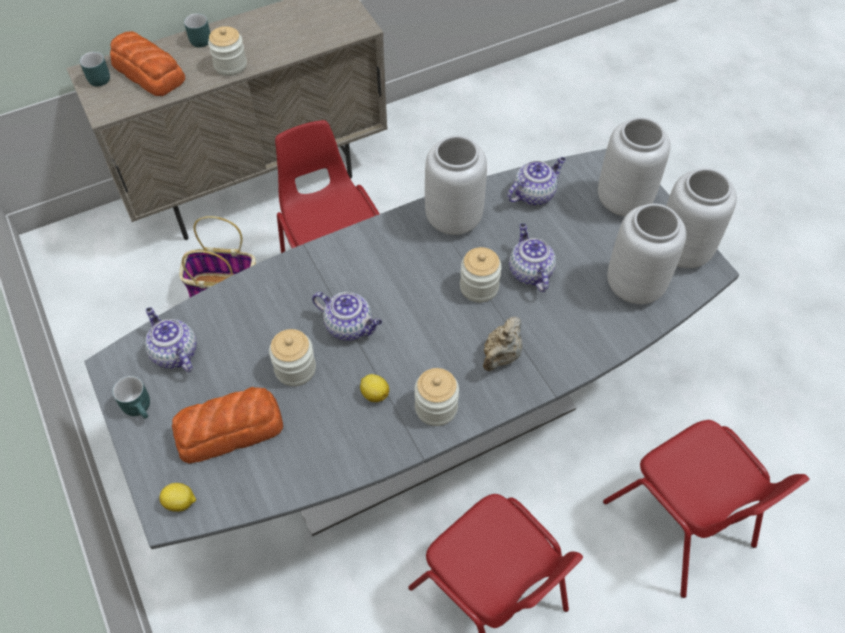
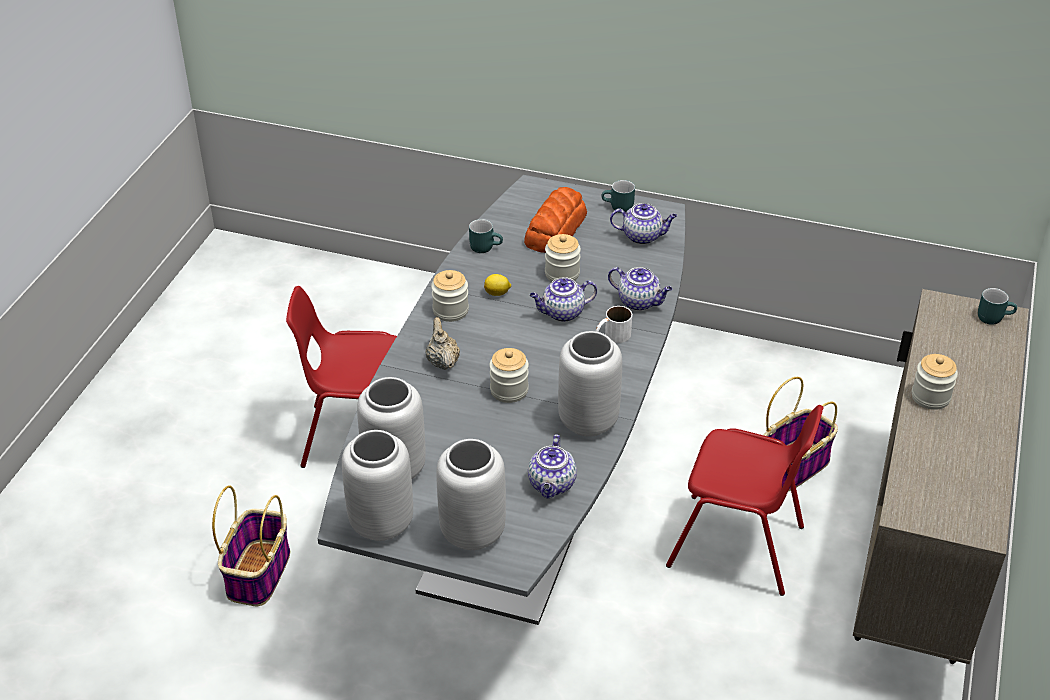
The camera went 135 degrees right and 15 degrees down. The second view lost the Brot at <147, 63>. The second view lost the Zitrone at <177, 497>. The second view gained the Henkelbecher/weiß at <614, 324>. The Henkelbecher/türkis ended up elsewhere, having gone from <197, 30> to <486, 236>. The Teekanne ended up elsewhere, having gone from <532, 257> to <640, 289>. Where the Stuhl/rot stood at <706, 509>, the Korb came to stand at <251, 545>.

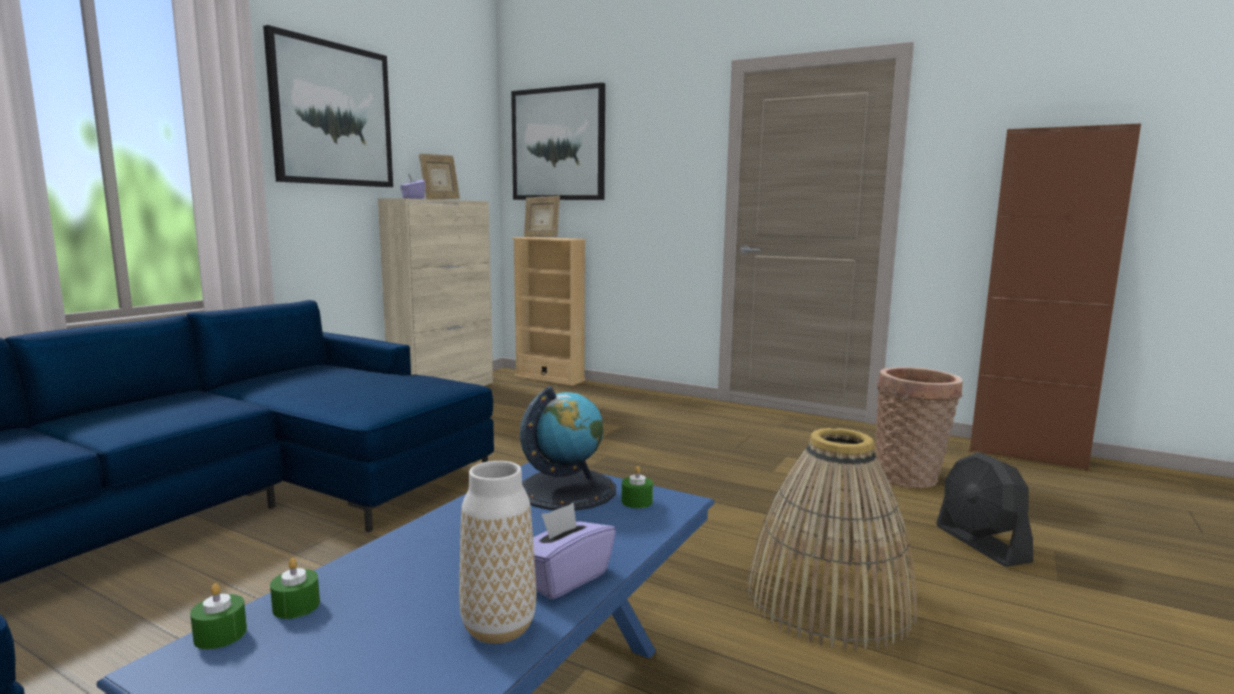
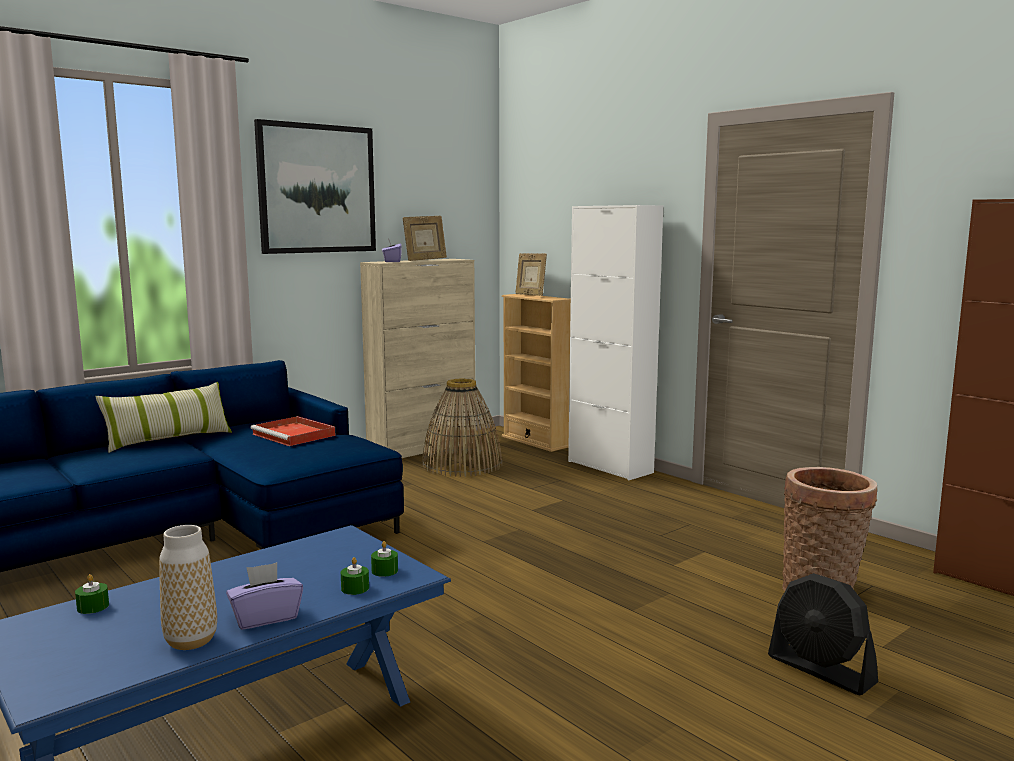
The camera went 20 degrees right and 0 degrees up. The second view lost the Bild at <558, 141>. The second view lost the Globus at <568, 448>. The second view gained the Kissen at <163, 417>. The second view gained the Tablett/rot at <292, 431>. The second view gained the Schrank/weiß at <615, 342>. The Kerze/grün ended up elsewhere, having gone from <218, 616> to <355, 576>. The Korb ended up elsewhere, having gone from <832, 539> to <462, 427>. The Ventilator/schwarz at <984, 509> ended up facing another way, 45 degrees counterclockwise from before.

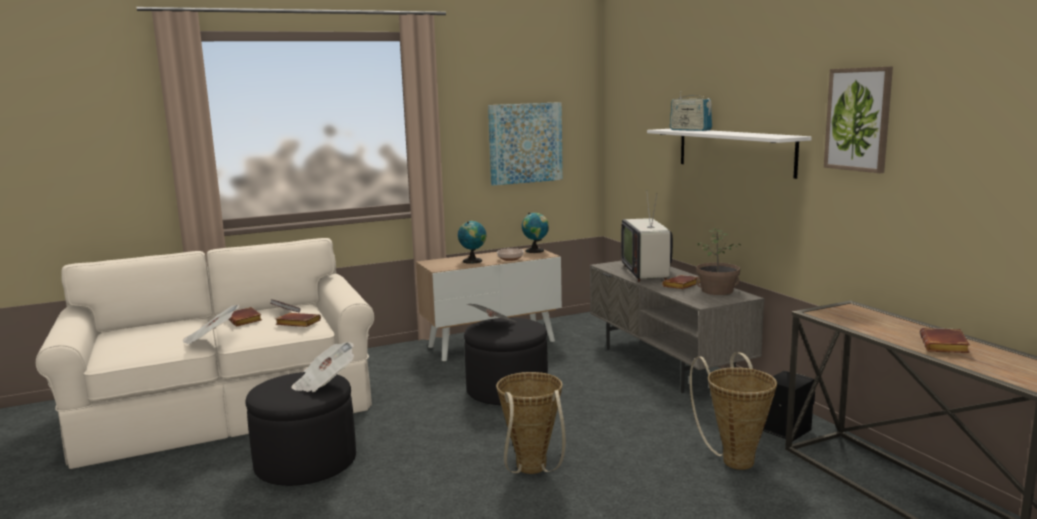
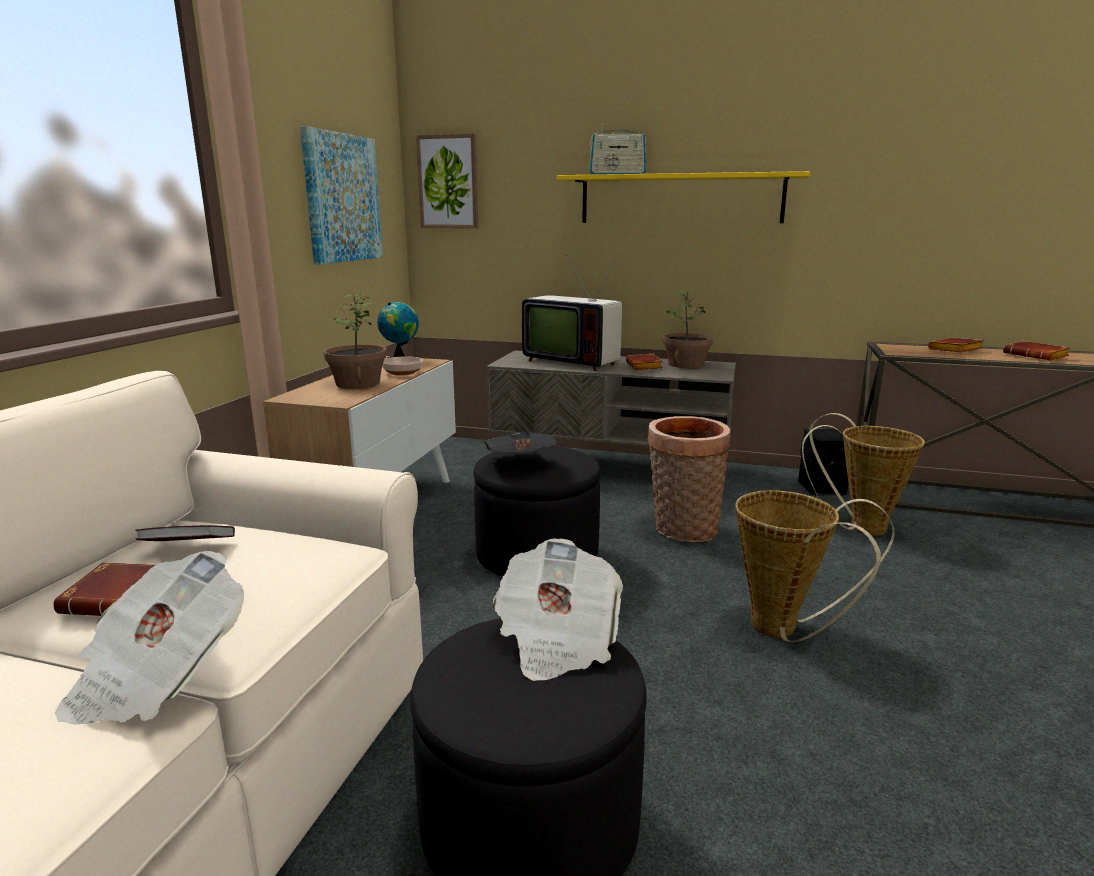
The camera went 50 degrees left and 5 degrees up. The second view gained the Korb at <689, 479>. The Buch/braun ended up elsewhere, having gone from <298, 320> to <956, 345>. The Bild ended up elsewhere, having gone from <858, 120> to <447, 181>. Where the Globus stood at <472, 242>, the Topfpflanze came to stand at <355, 341>. What was the Wandregal/weiß at <729, 154> turned into the Wandregal/gelb at <683, 197>.

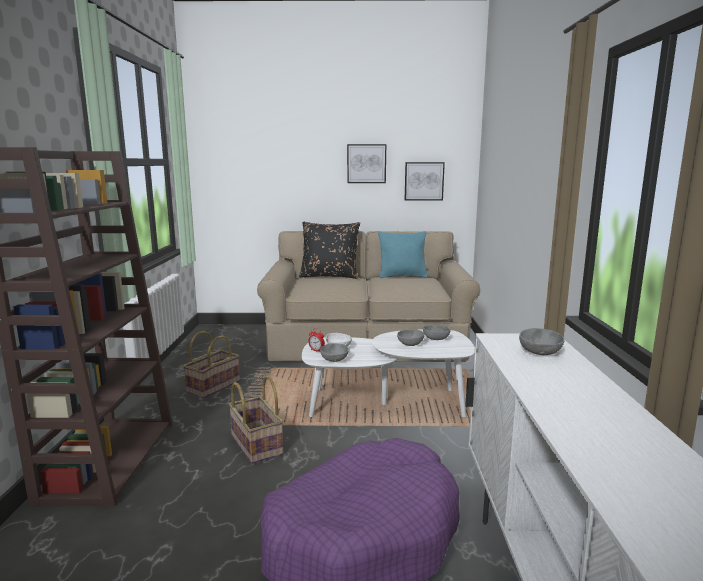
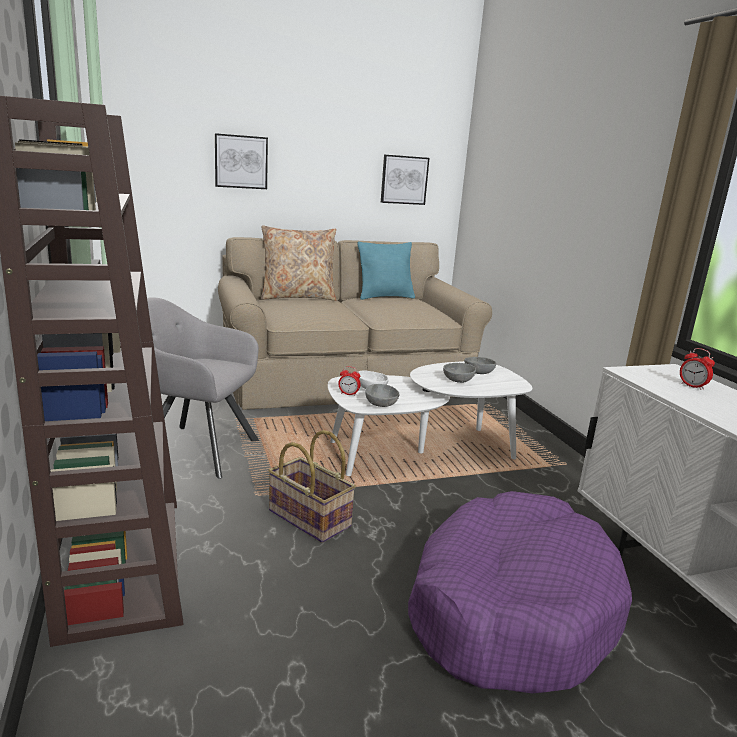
The camera went 20 degrees left and 5 degrees up. The Bild ended up elsewhere, having gone from <366, 163> to <241, 161>. Where the Korb stood at <211, 365>, the Sessel/grau came to stand at <203, 388>. Where the Schüssel/grau stood at <541, 341>, the Wecker came to stand at <697, 369>. What was the Kissen/schwarz at <329, 250> turned into the Kissen/beige at <298, 263>.

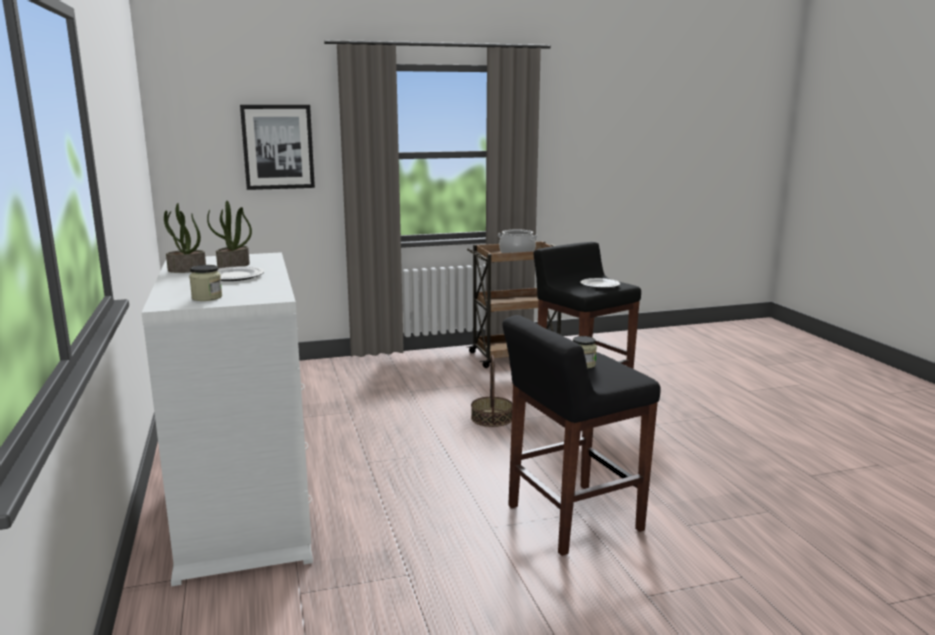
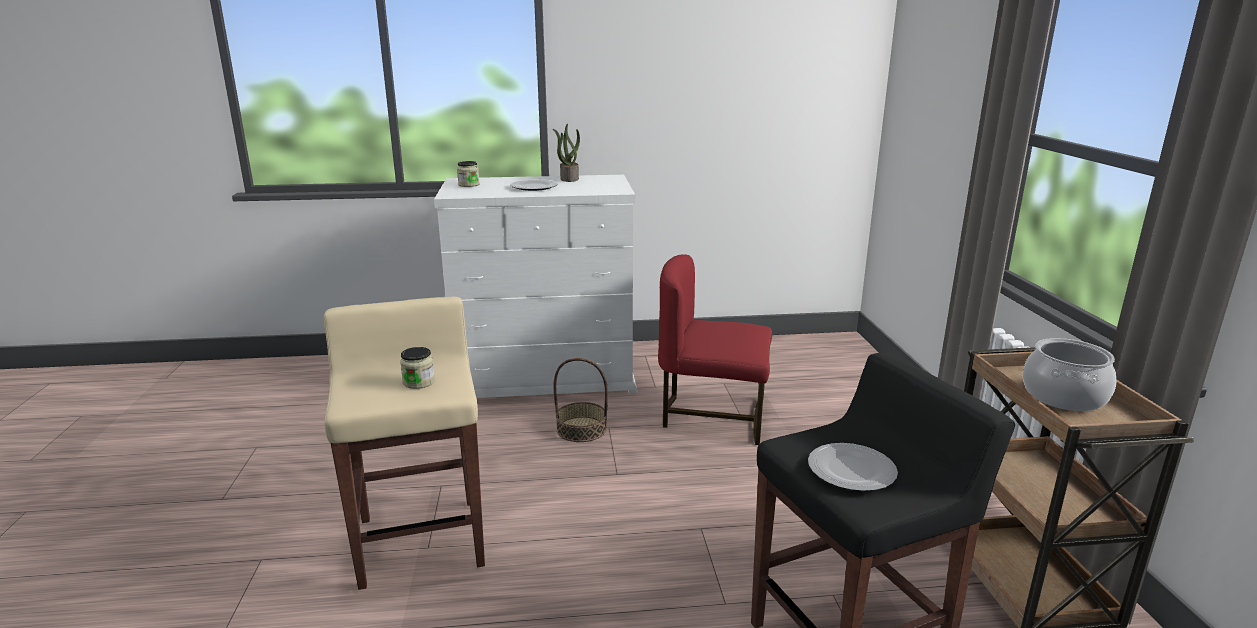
The camera went 100 degrees right and 5 degrees up. The second view lost the Topfpflanze at <229, 235>. The second view lost the Bild at <277, 147>. The second view gained the Stuhl/rot at <715, 349>. The Korb ended up elsewhere, having gone from <491, 391> to <581, 400>. What was the Hocker/schwarz at <581, 435> turned into the Hocker/beige at <404, 443>.

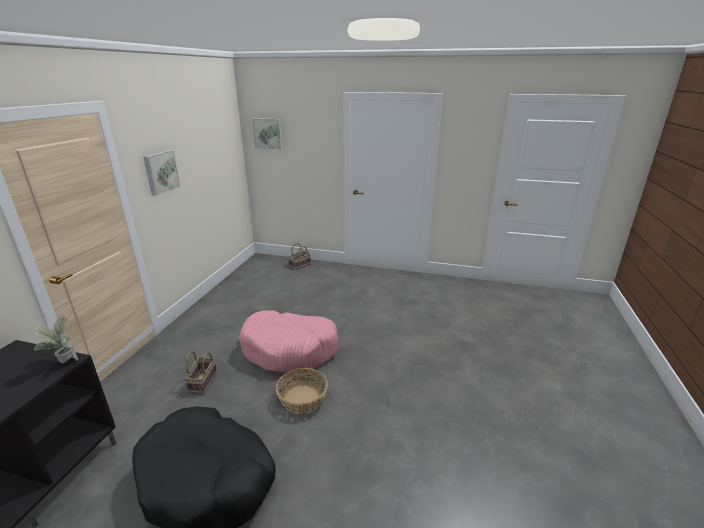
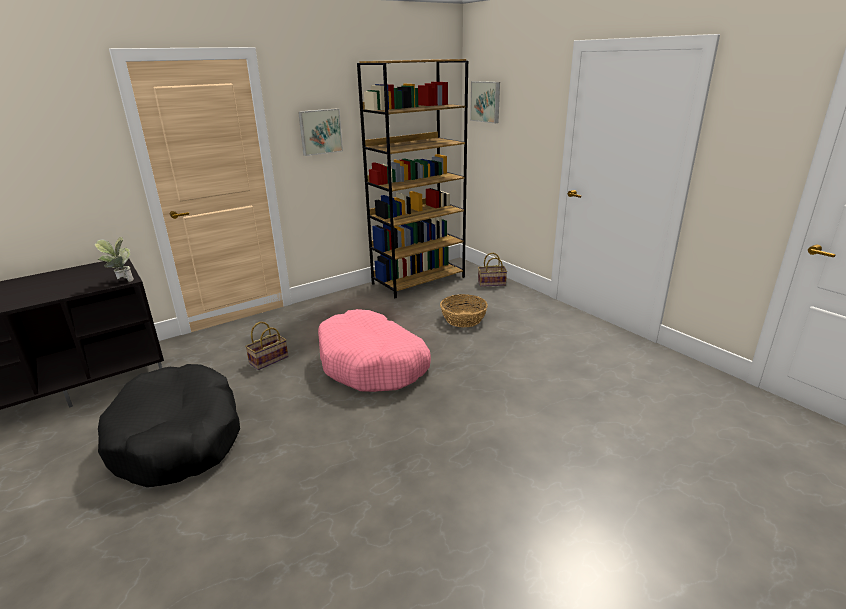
The camera went 40 degrees right and 0 degrees up. The second view gained the Bücherregal/braun at <412, 178>. The Korb ended up elsewhere, having gone from <302, 391> to <464, 310>.

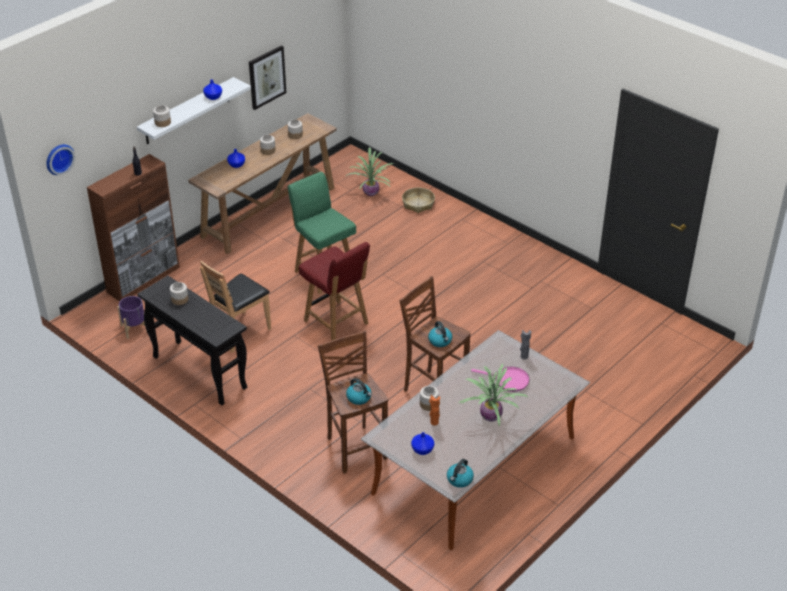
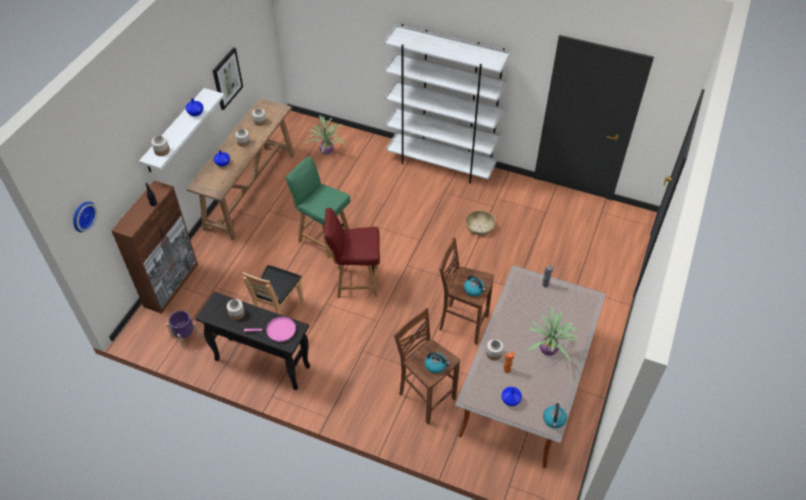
The camera went 20 degrees left and 10 degrees up. The second view gained the Bücherregal/weiß at <447, 104>. The Korb ended up elsewhere, having gone from <418, 200> to <481, 223>. The Pfanne/rosa ended up elsewhere, having gone from <500, 379> to <270, 329>. The Stuhl/rot at <334, 291> ended up facing another way, 150 degrees clockwise from before.

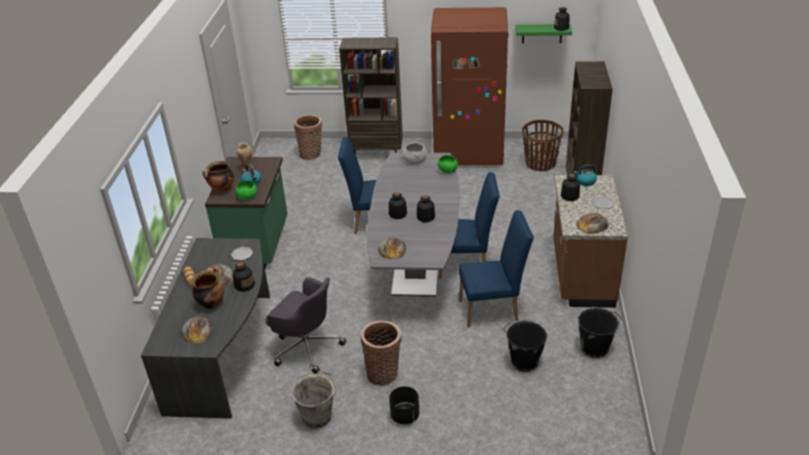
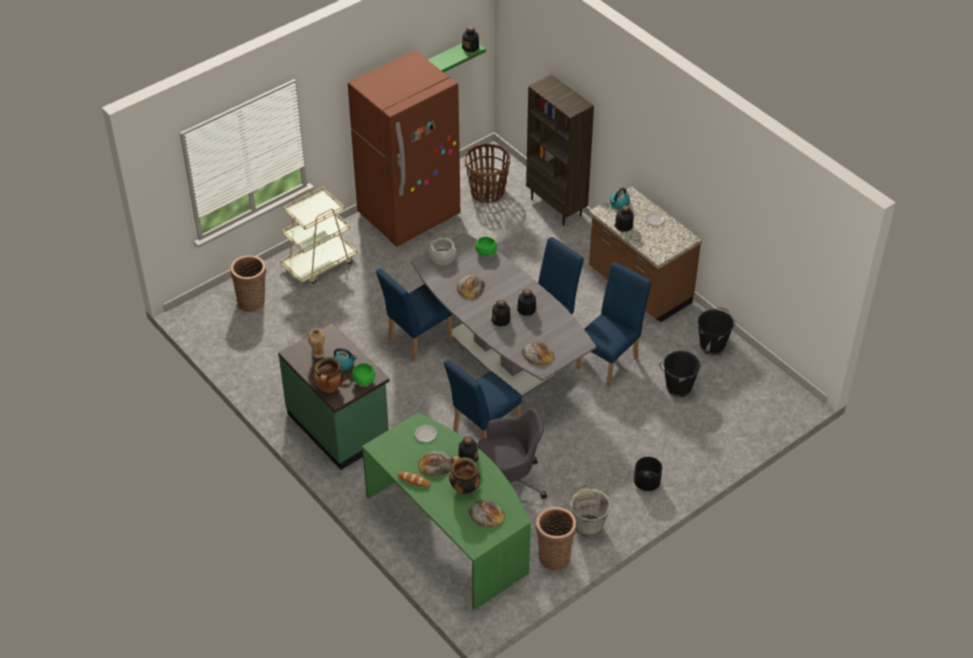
The camera went 45 degrees left and 10 degrees up. The second view gained the Stuhl/blau at <483, 399>. The Korb ended up elsewhere, having gone from <381, 353> to <556, 539>. The Brot ended up elsewhere, having gone from <592, 223> to <471, 287>. Where the Bücherregal/braun stood at <371, 95>, the Rollwagen/beige came to stand at <319, 235>. What was the Schreibtisch/grau at <205, 328> turned into the Schreibtisch/grün at <446, 511>.

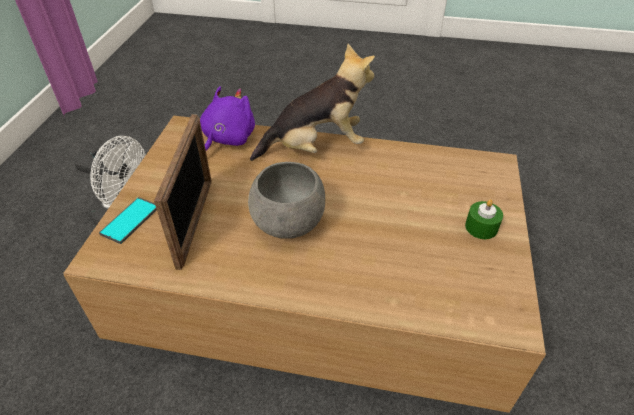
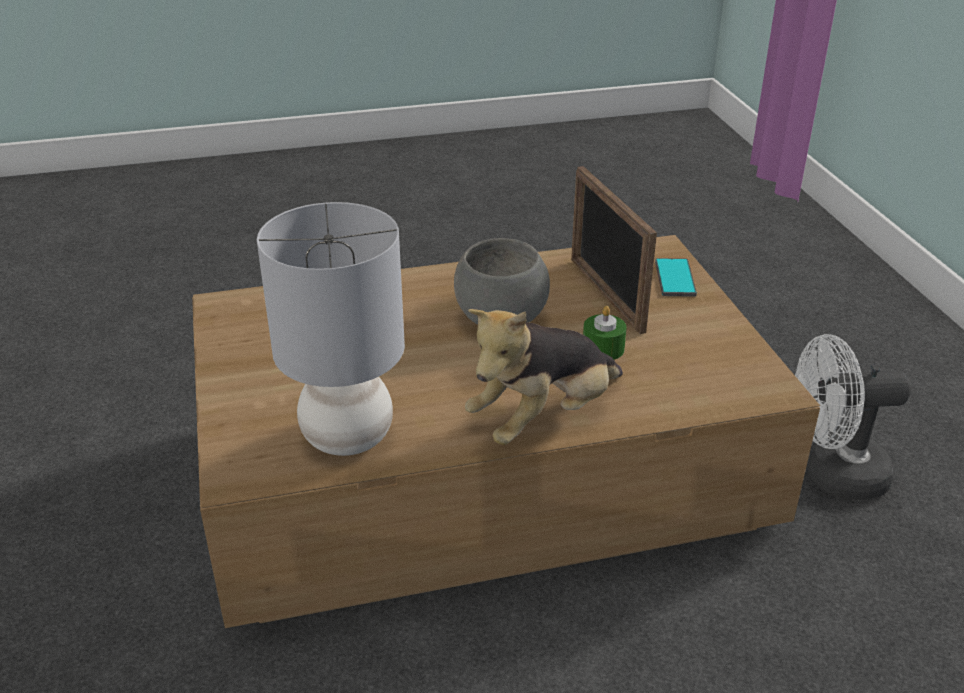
The camera went 155 degrees right and 10 degrees down. The second view lost the Plüschtier/lila at <227, 118>. The second view gained the Tischlampe/grau at <331, 329>. The Kerze/grün ended up elsewhere, having gone from <484, 219> to <605, 333>.

